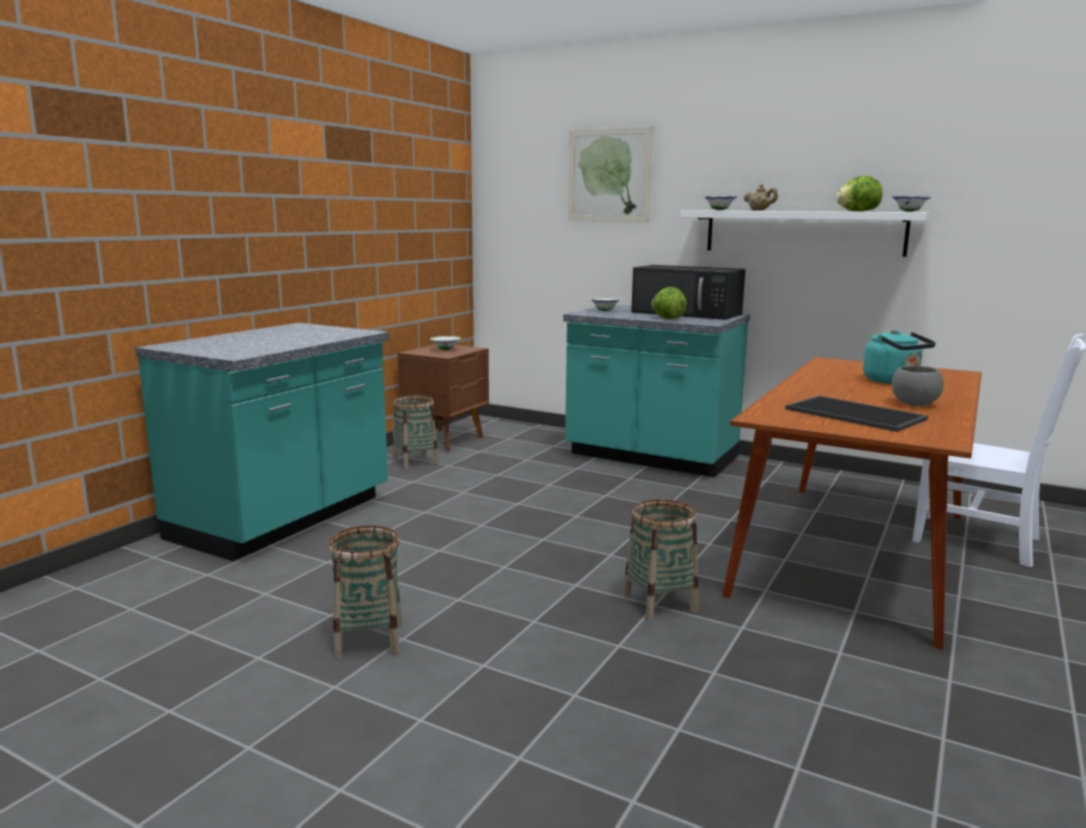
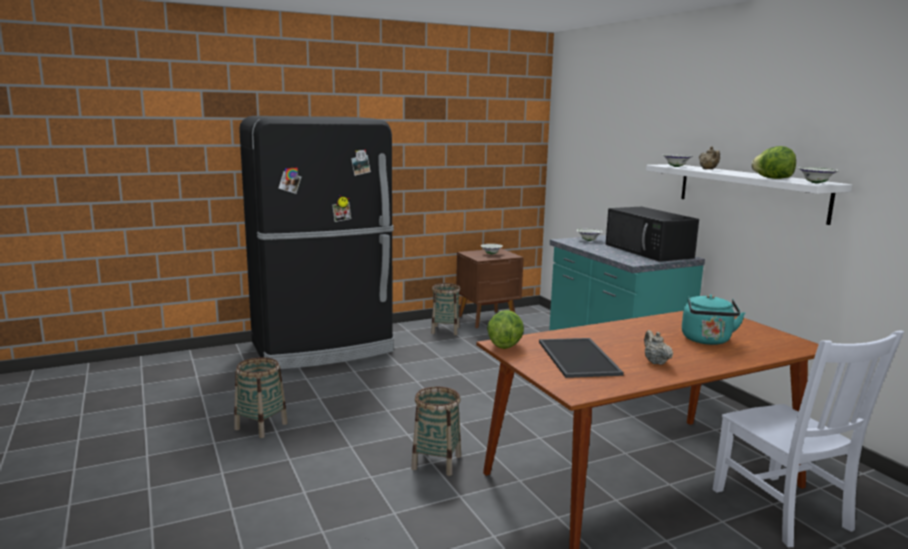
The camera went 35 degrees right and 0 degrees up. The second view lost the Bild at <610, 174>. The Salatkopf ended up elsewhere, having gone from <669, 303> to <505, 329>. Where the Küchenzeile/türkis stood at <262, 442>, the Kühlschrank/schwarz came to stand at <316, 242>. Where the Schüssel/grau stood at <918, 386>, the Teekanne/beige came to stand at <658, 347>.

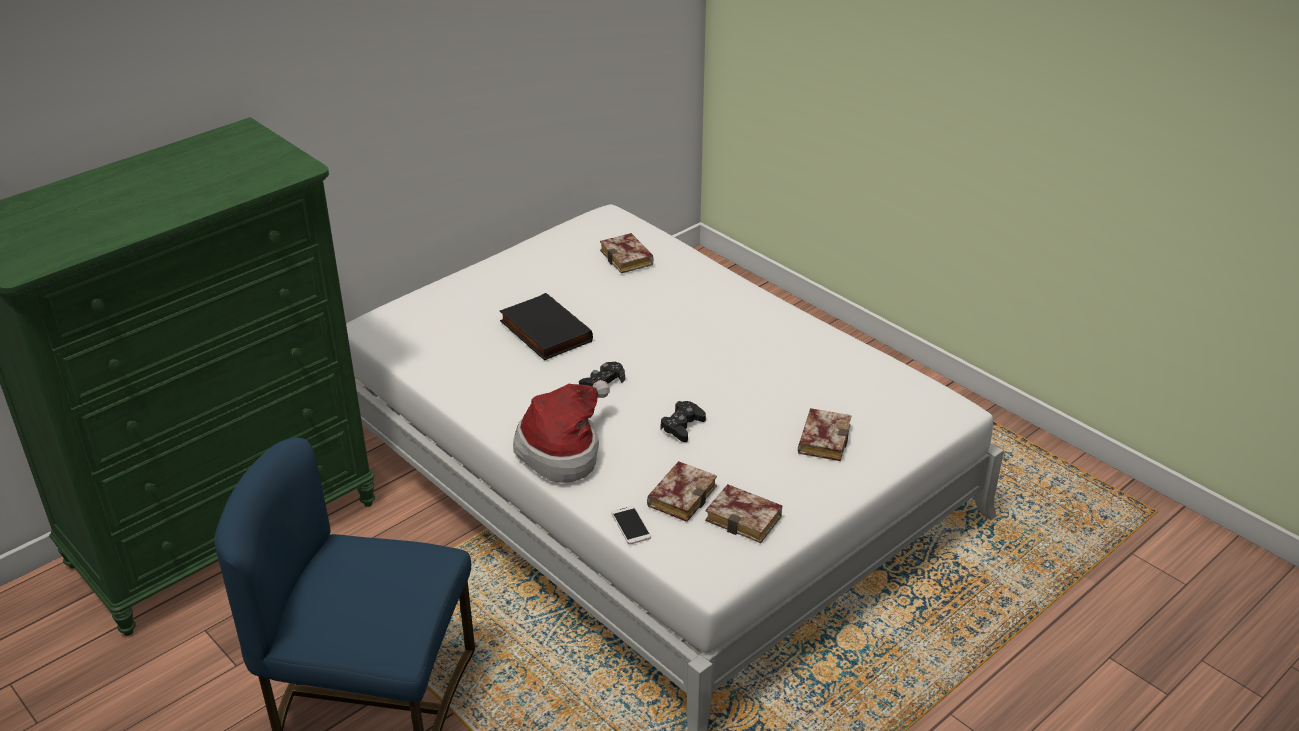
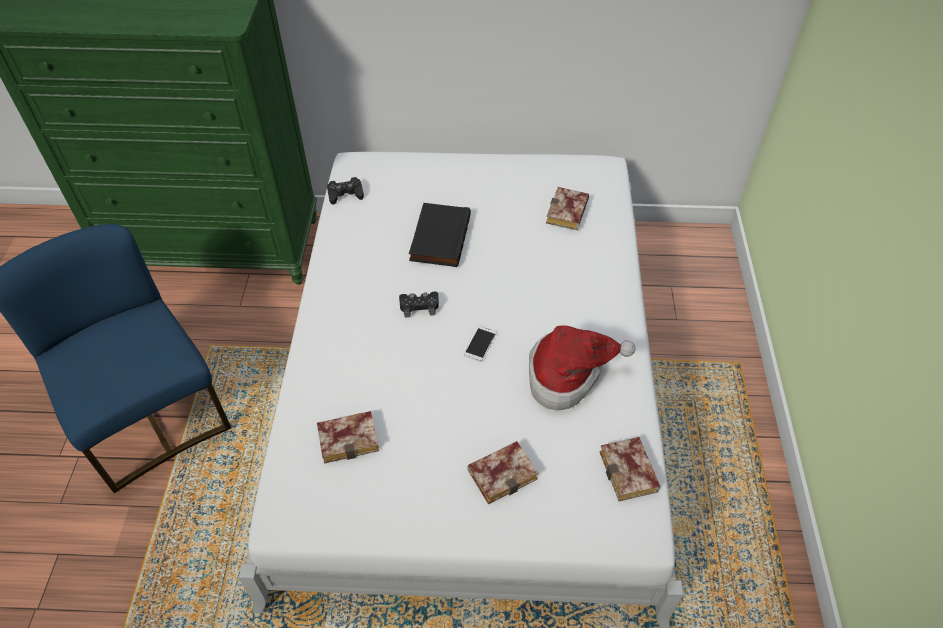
The camera went 45 degrees right and 15 degrees up. The Hut ended up elsewhere, having gone from <561, 431> to <582, 368>. The Handy ended up elsewhere, having gone from <631, 525> to <480, 344>. The Gamepad/schwarz ended up elsewhere, having gone from <683, 421> to <345, 190>. The Buch ended up elsewhere, having gone from <743, 513> to <629, 469>.

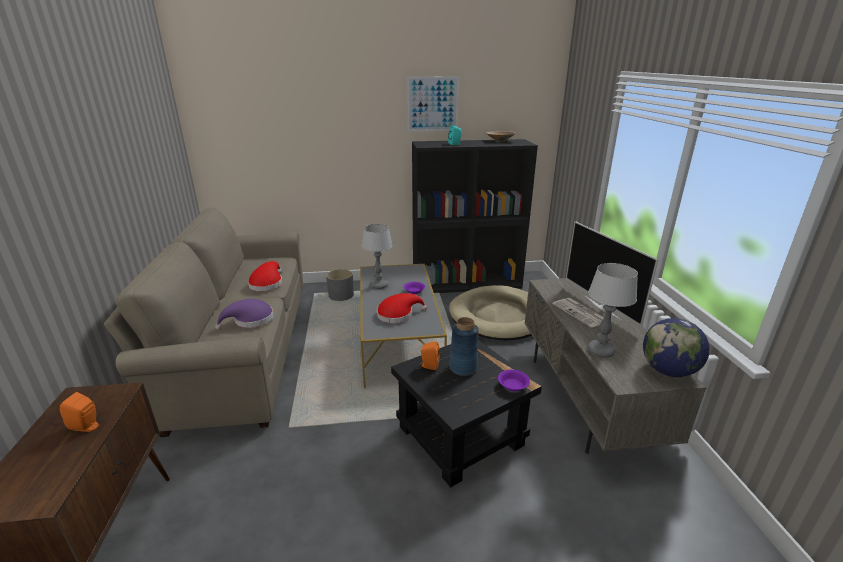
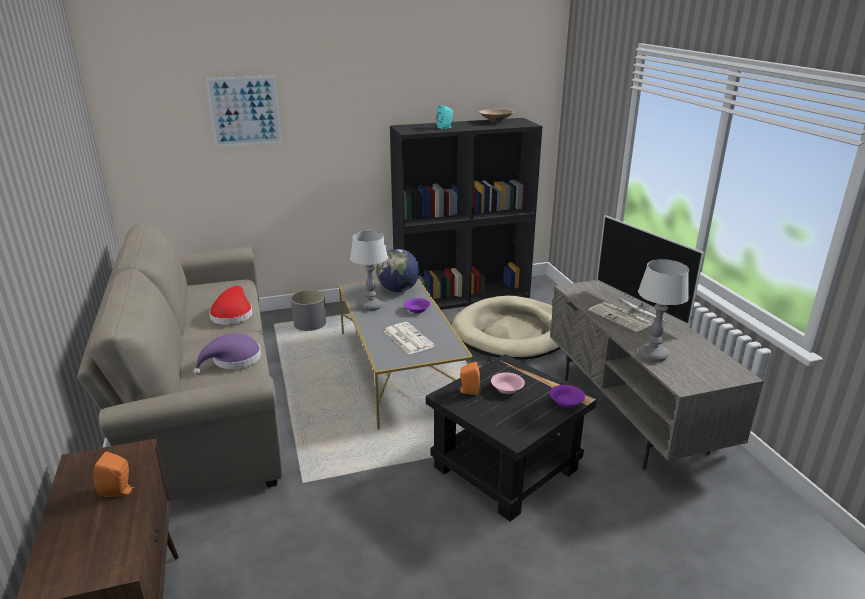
The camera went 10 degrees left and 0 degrees up. The Bild ended up elsewhere, having gone from <433, 103> to <243, 111>. The Globus ended up elsewhere, having gone from <676, 347> to <398, 270>. Where the Hut/rot stood at <402, 308>, the Zeitung came to stand at <409, 338>. Where the Vase/blau stood at <463, 346>, the Schüssel/rosa came to stand at <508, 383>.

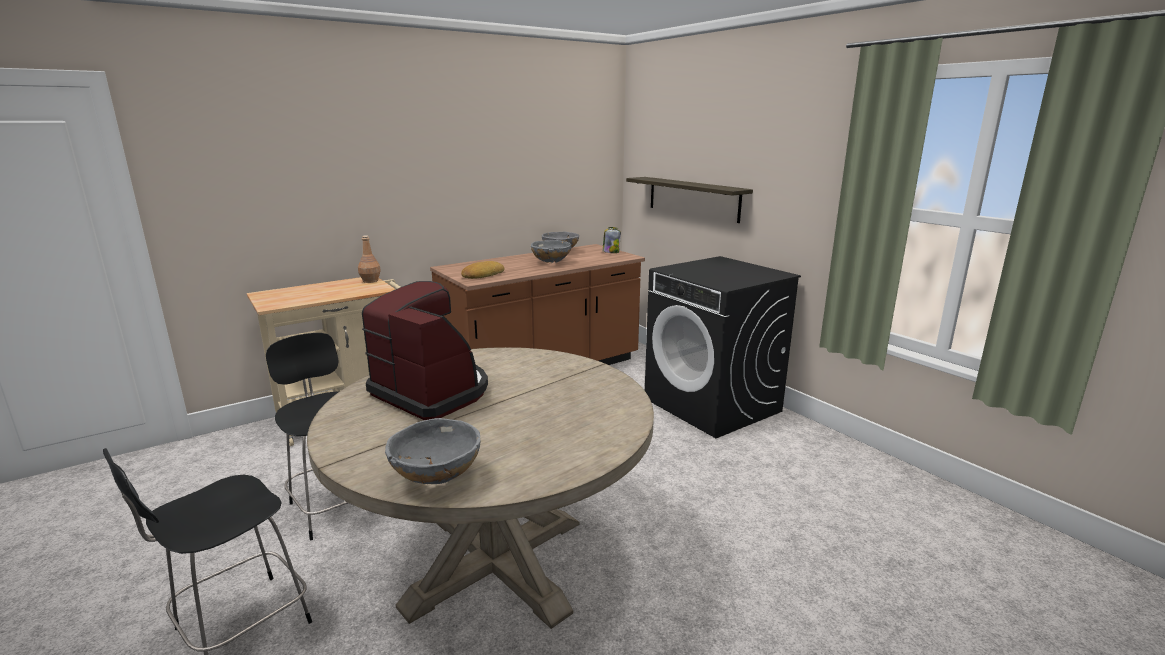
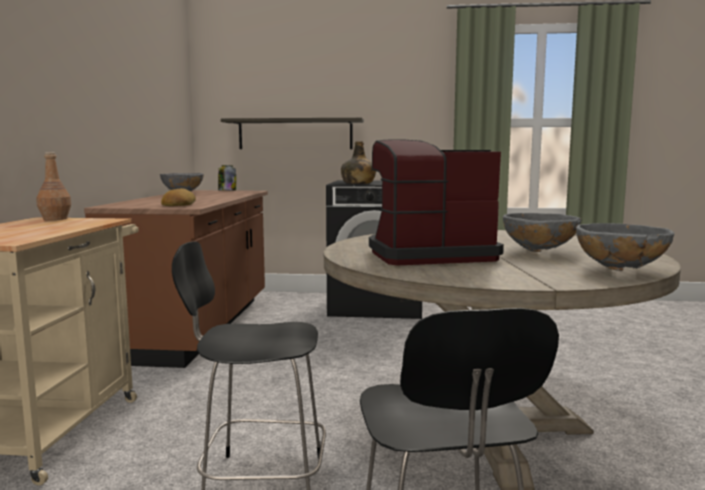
The camera went 50 degrees left and 10 degrees down. The second view gained the Flasche/grün at <358, 162>. The Schüssel/grau ended up elsewhere, having gone from <551, 251> to <542, 232>.

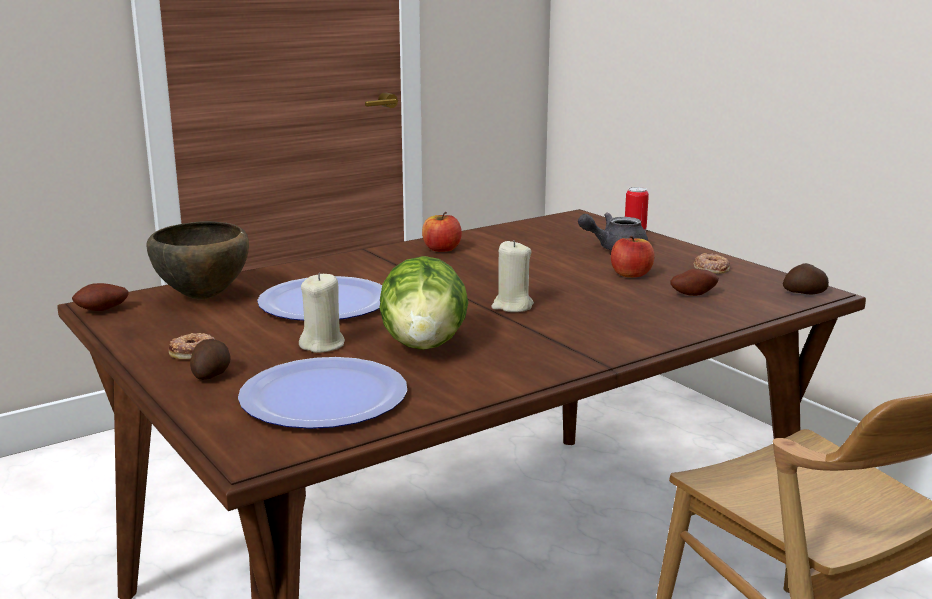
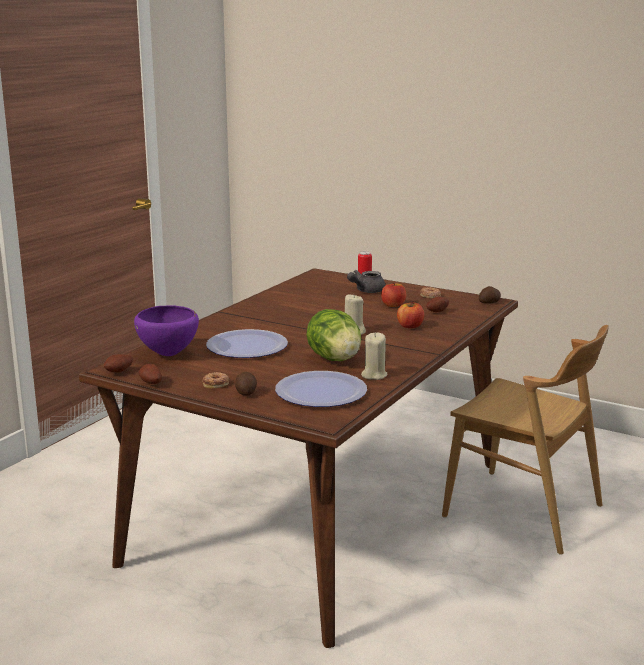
The camera went 25 degrees left and 0 degrees up. The second view gained the Kartoffel at <150, 374>. The Kerze/beige ended up elsewhere, having gone from <322, 313> to <374, 356>. The Apfel ended up elsewhere, having gone from <442, 232> to <410, 314>. What was the Schüssel/braun at <197, 260> turned into the Schüssel/lila at <166, 330>.

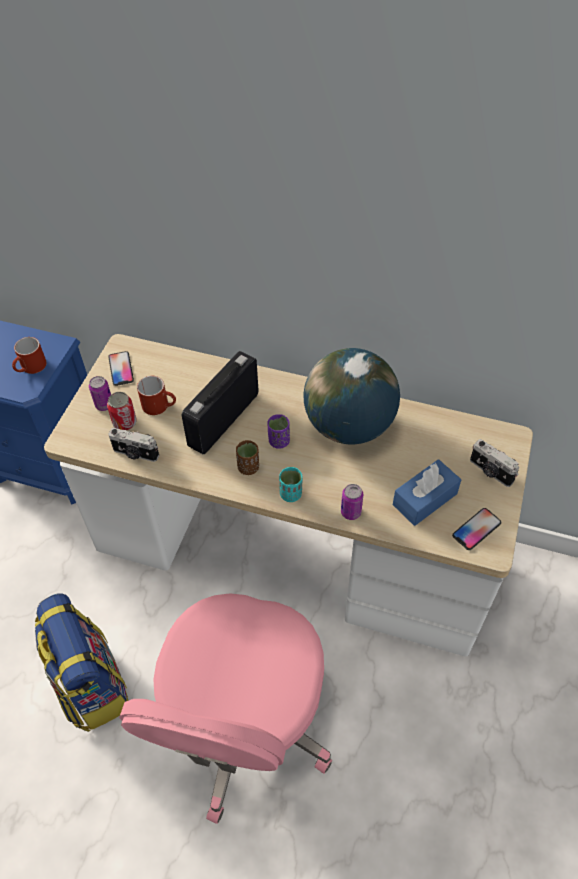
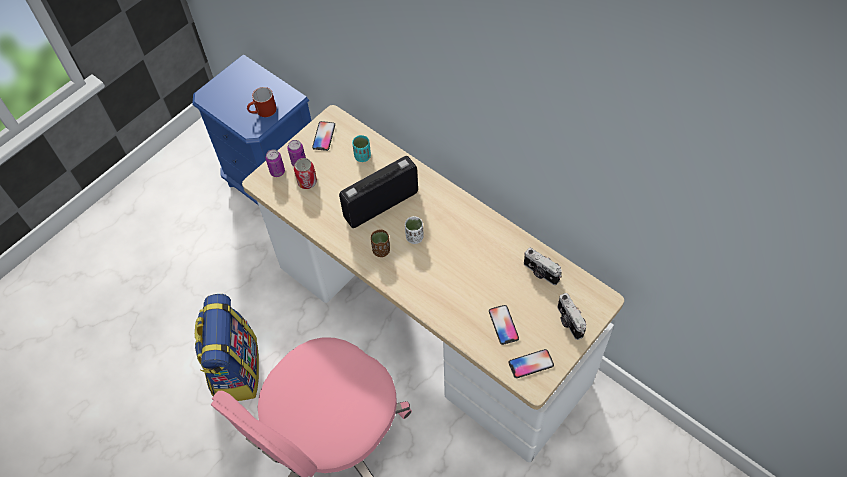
The camera went 25 degrees right and 5 degrees up. The second view lost the Henkelbecher/rot at <156, 395>. The second view lost the Globus at <352, 396>. The Kamera ended up elsewhere, having gone from <134, 445> to <543, 266>. The Tasse/türkis ended up elsewhere, having gone from <290, 484> to <361, 148>. The Dose ended up elsewhere, having gone from <352, 502> to <275, 163>. Where the Taschentuchbox/blau stood at <427, 492>, the Handy came to stand at <504, 325>. What was the Tasse/lila at <278, 431> turned into the Tasse/weiß at <414, 230>.

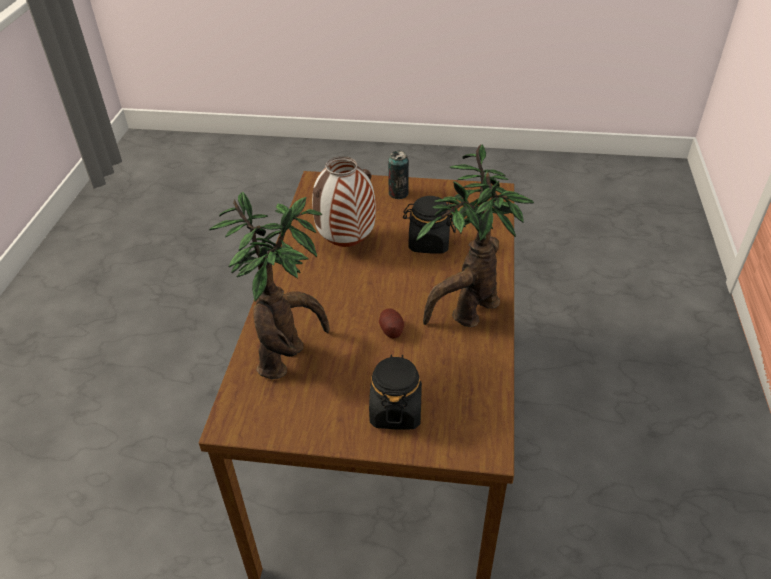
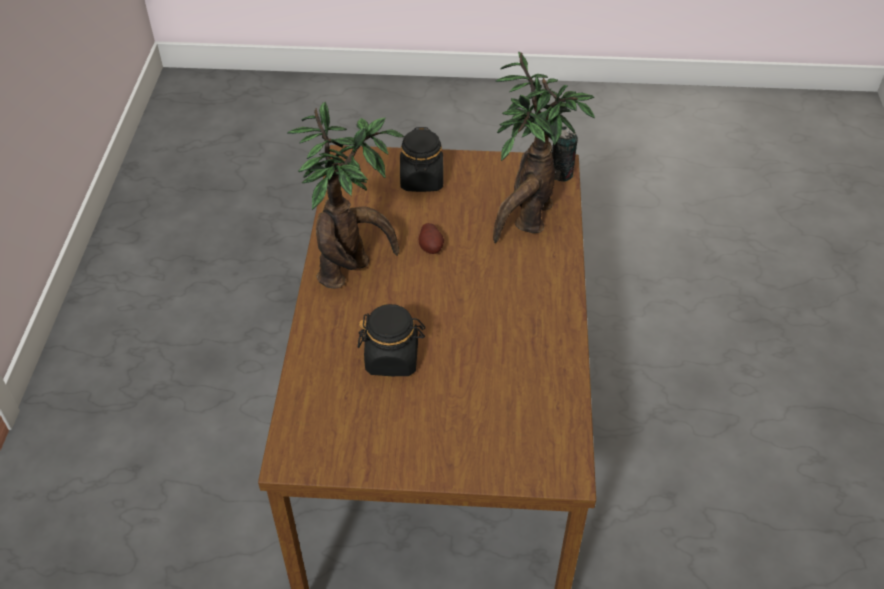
The camera went 175 degrees right and 5 degrees up. The second view lost the Vase at <344, 201>. The Dose ended up elsewhere, having gone from <398, 175> to <565, 153>.

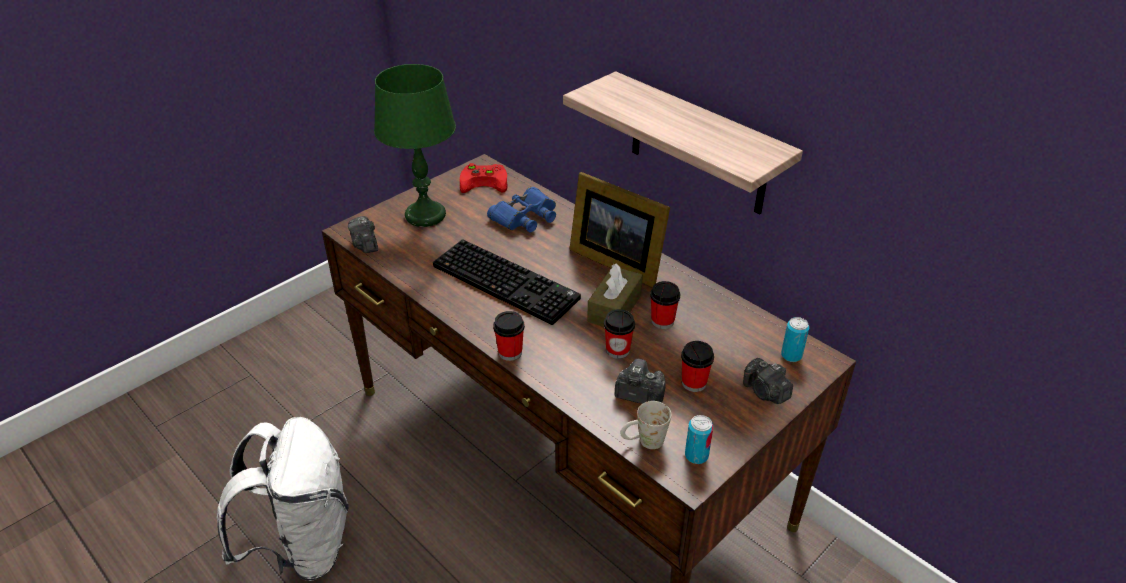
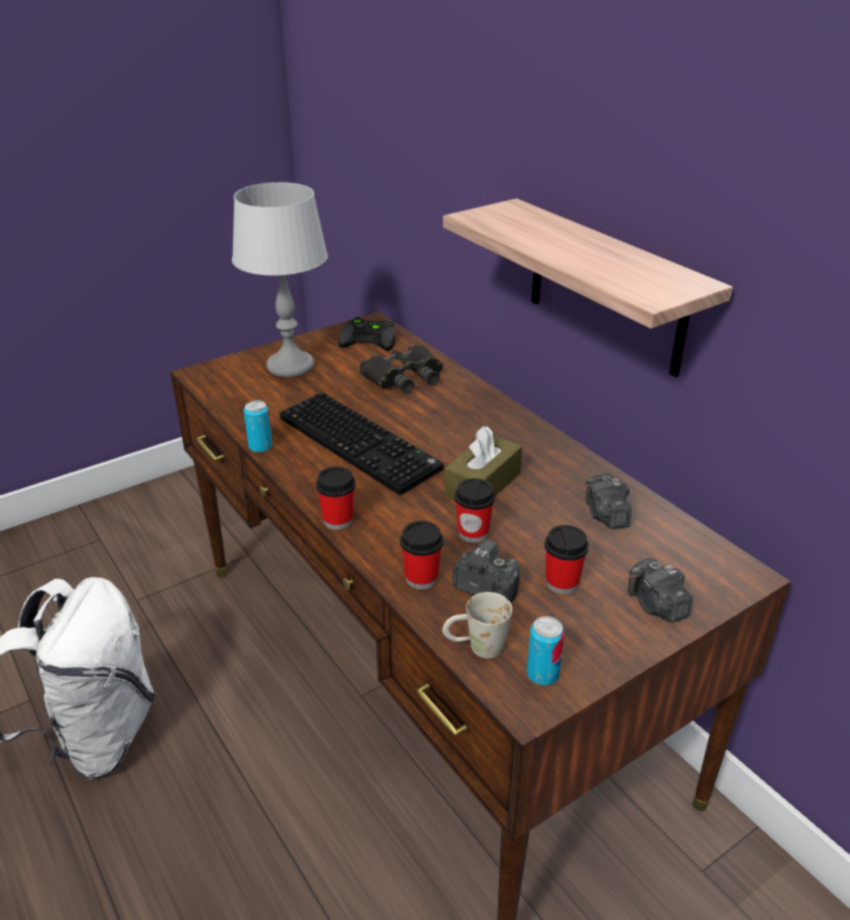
The camera went 10 degrees right and 5 degrees down. The second view lost the Bilderrahmen at <619, 229>. The Kamera ended up elsewhere, having gone from <363, 234> to <608, 501>. The Tasse ended up elsewhere, having gone from <665, 305> to <421, 555>. The Dose ended up elsewhere, having gone from <795, 339> to <258, 427>. What was the Tischlampe/grün at <415, 145> turned into the Tischlampe/grau at <280, 279>. What was the Gamepad/rot at <484, 178> turned into the Gamepad/schwarz at <367, 334>. What was the Fernglas/blau at <521, 209> turned into the Fernglas/schwarz at <401, 369>.

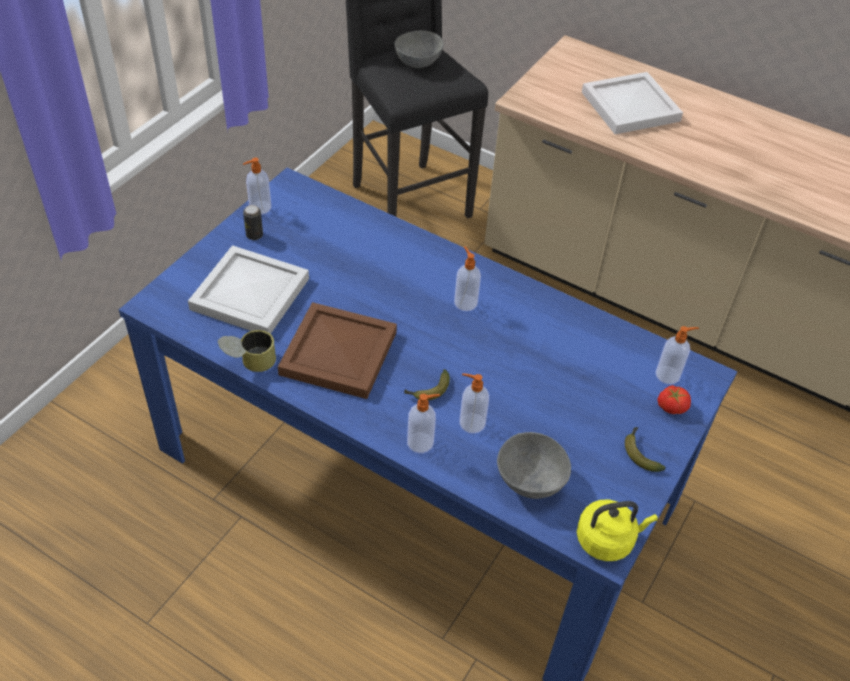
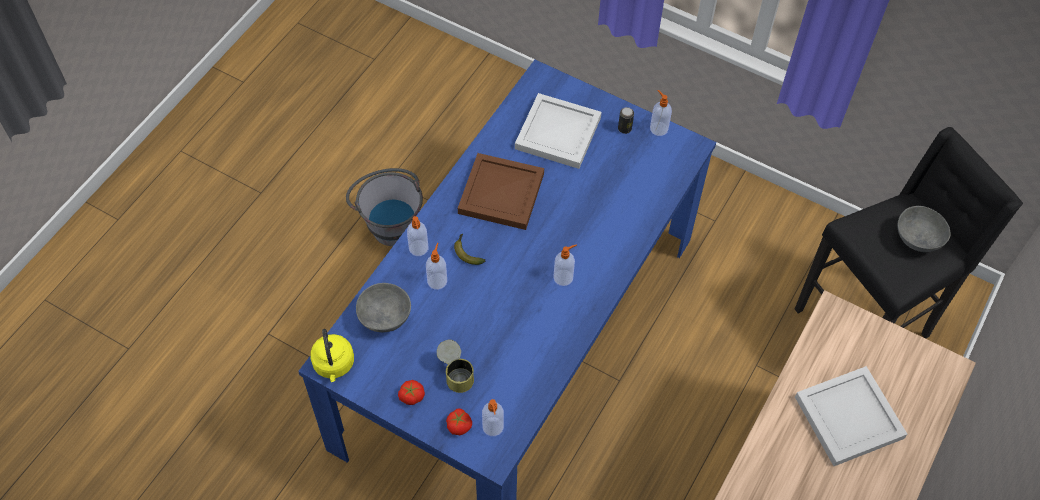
The camera went 90 degrees right and 10 degrees up. The second view gained the Eimer/grau at <384, 207>. The Dose ended up elsewhere, having gone from <247, 351> to <455, 366>. Where the Banane stood at <645, 449>, the Tomate came to stand at <411, 392>.

